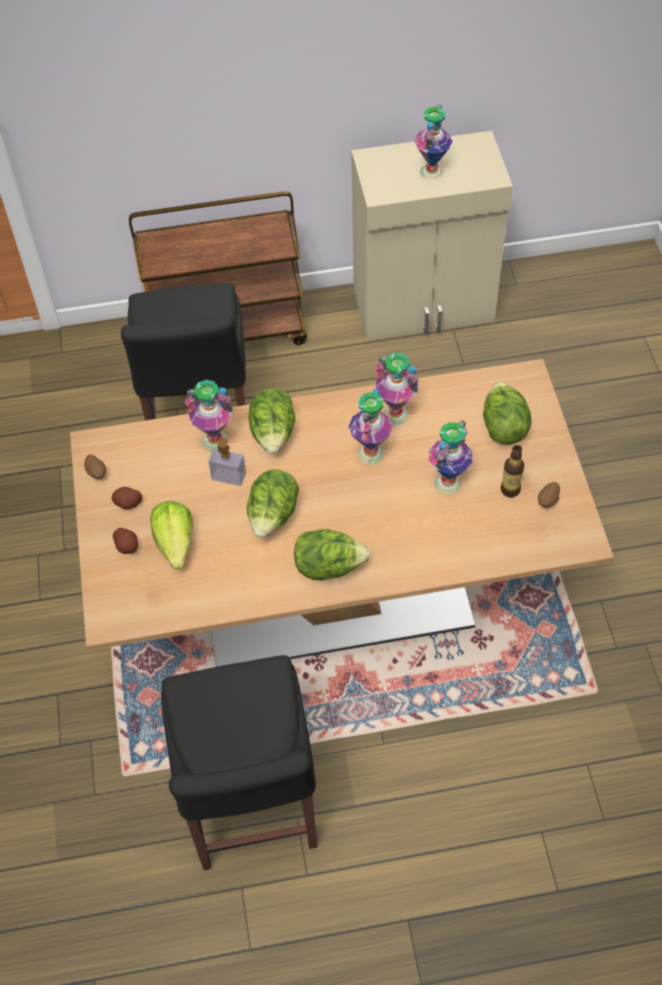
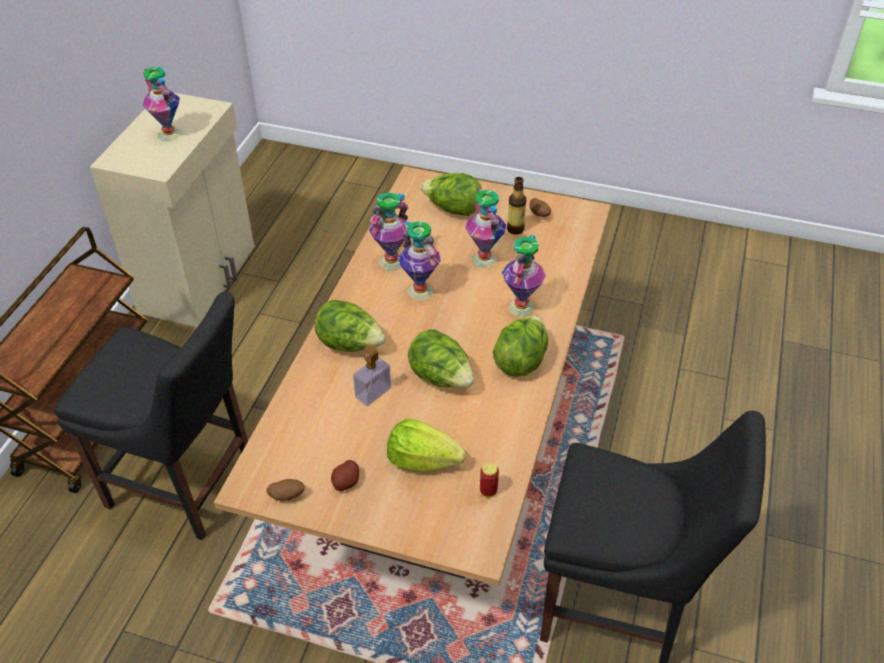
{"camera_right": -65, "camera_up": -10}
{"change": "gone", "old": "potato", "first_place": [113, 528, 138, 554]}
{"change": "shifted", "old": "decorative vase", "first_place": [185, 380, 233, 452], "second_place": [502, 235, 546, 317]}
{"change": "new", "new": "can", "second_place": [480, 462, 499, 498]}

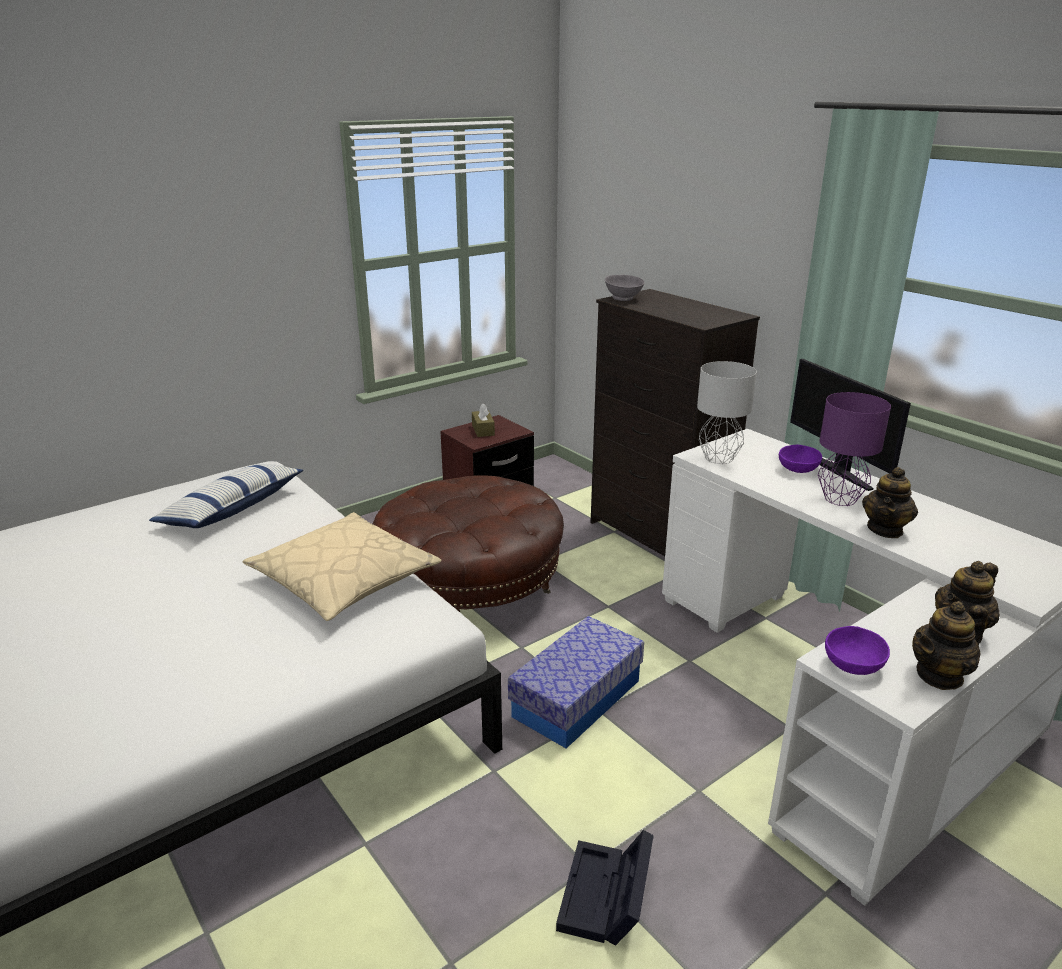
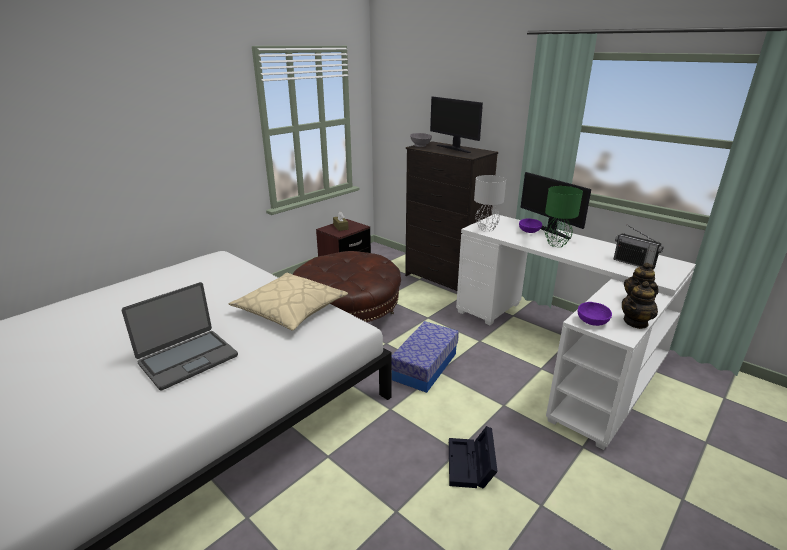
{"camera_right": -10, "camera_up": 0}
{"change": "gone", "old": "pillow", "first_place": [149, 464, 303, 528]}
{"change": "repainted", "old": "tabletop lamp/purple", "new": "tabletop lamp/greenish", "first_place": [818, 392, 891, 506], "second_place": [544, 186, 583, 247]}
{"change": "gone", "old": "pot for tea", "first_place": [862, 467, 918, 538]}
{"change": "new", "new": "portable computer", "second_place": [122, 282, 238, 390]}
{"change": "new", "new": "monitor", "second_place": [430, 97, 483, 153]}
{"change": "new", "new": "radio", "second_place": [613, 224, 664, 268]}

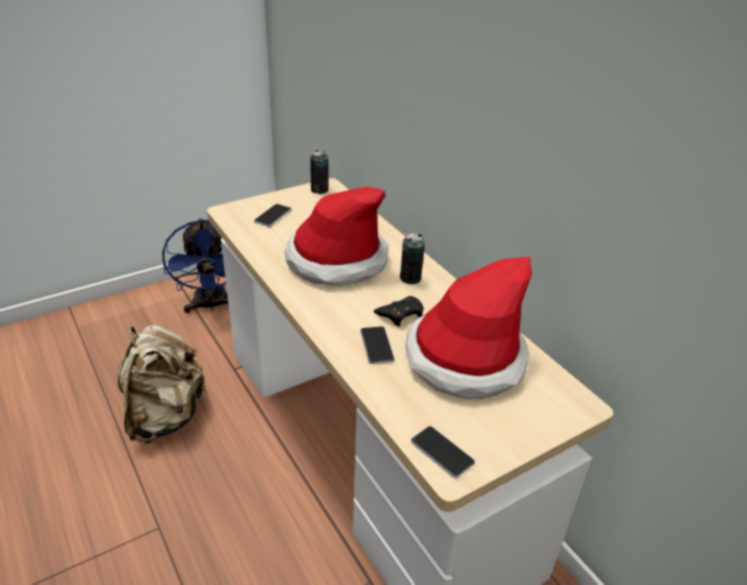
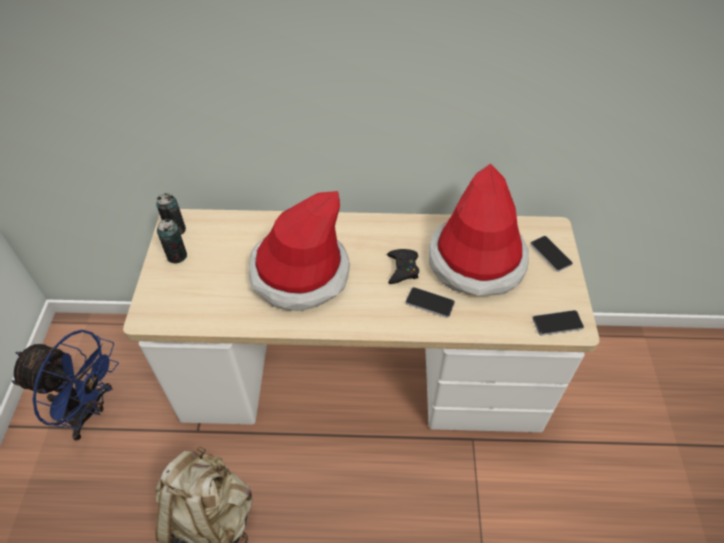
{"camera_right": -55, "camera_up": 15}
{"change": "shifted", "old": "telephone", "first_place": [254, 204, 292, 227], "second_place": [530, 236, 573, 272]}
{"change": "shifted", "old": "can", "first_place": [400, 233, 425, 284], "second_place": [157, 219, 187, 263]}

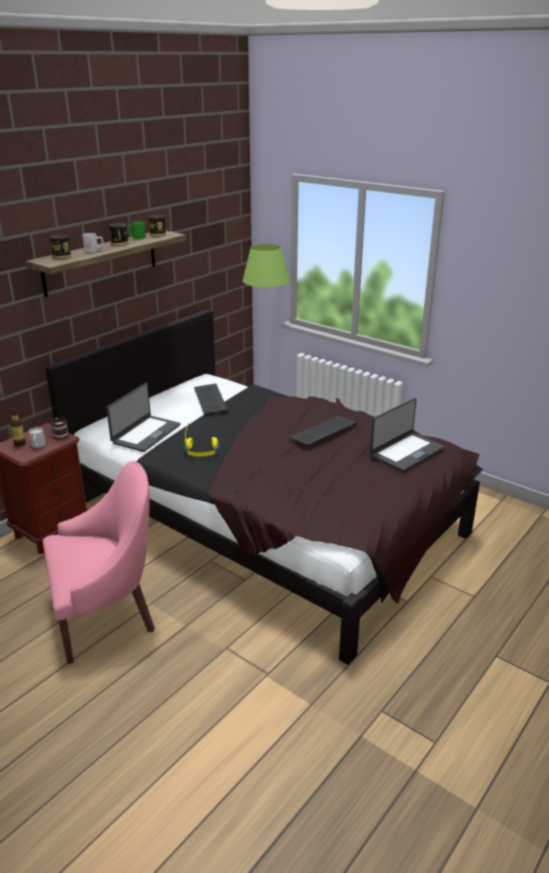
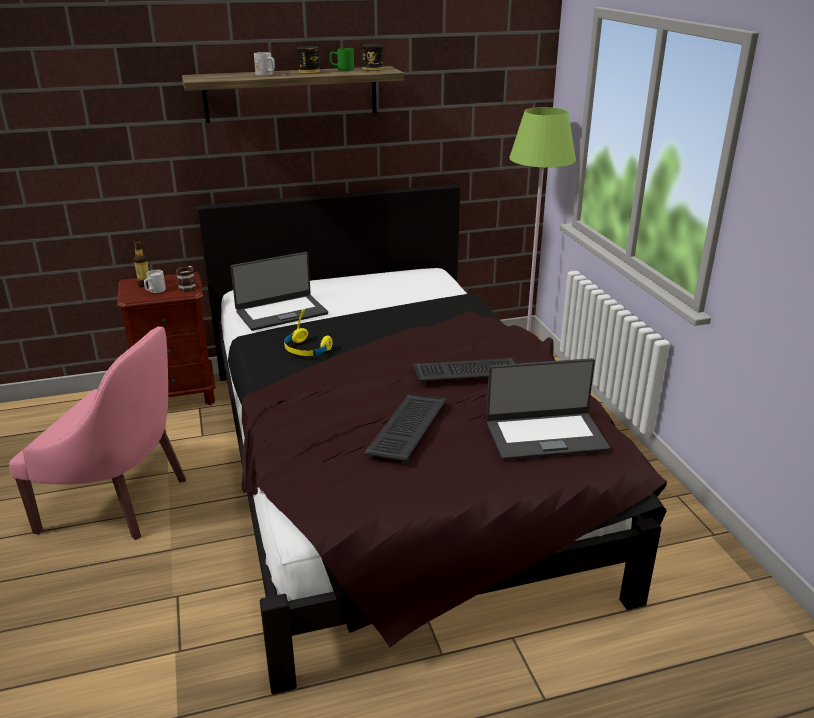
{"camera_right": 35, "camera_up": 0}
{"change": "gone", "old": "can", "first_place": [50, 234, 71, 259]}
{"change": "shifted", "old": "computer keyboard", "first_place": [194, 384, 228, 414], "second_place": [364, 394, 447, 464]}

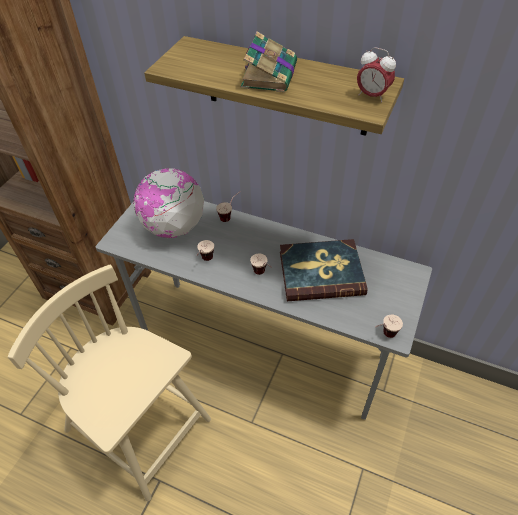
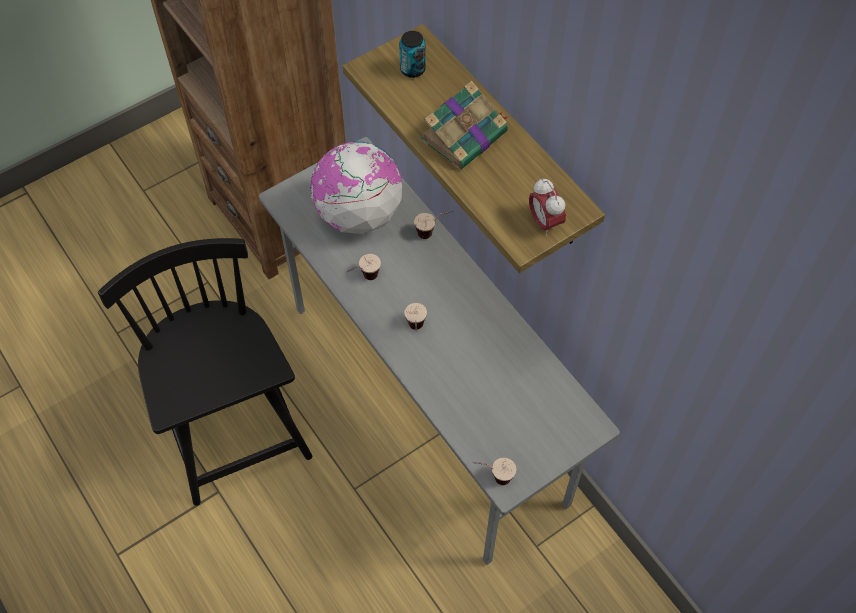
{"camera_right": 30, "camera_up": 10}
{"change": "repainted", "old": "plain chair/beige", "new": "plain chair/blackish", "first_place": [8, 264, 211, 501], "second_place": [98, 238, 312, 506]}
{"change": "gone", "old": "bound book", "first_place": [280, 239, 368, 301]}
{"change": "new", "new": "can", "second_place": [399, 31, 426, 78]}

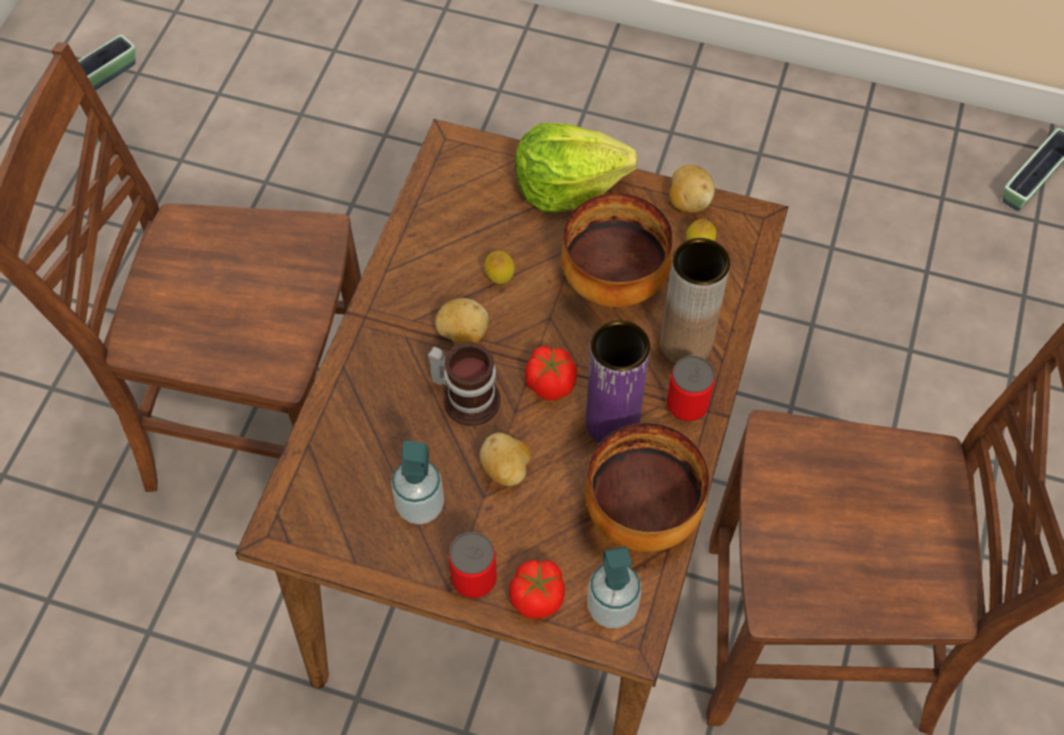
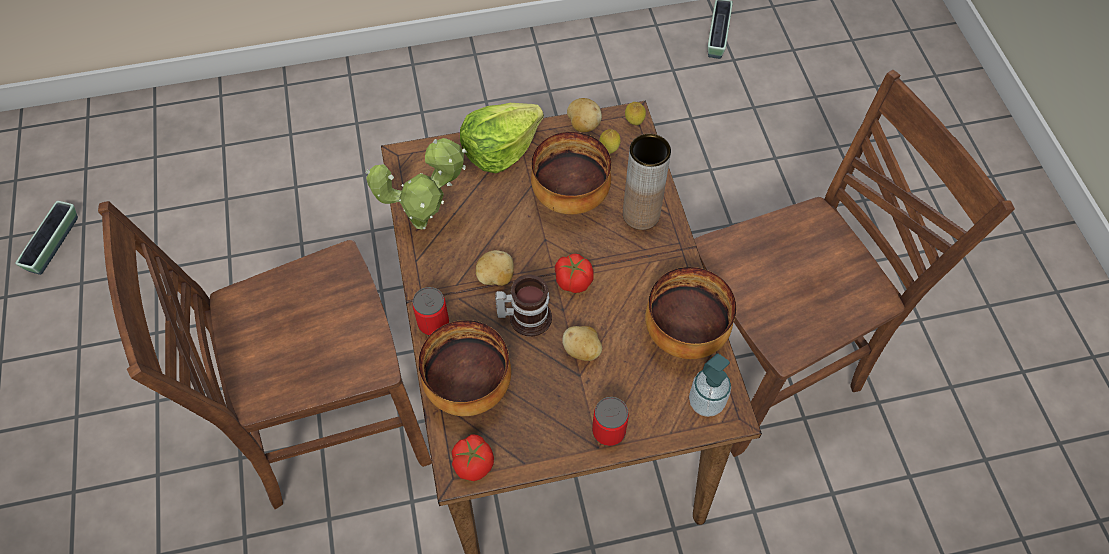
{"camera_right": -30, "camera_up": 0}
{"change": "gone", "old": "liquid soap bottle", "first_place": [391, 440, 444, 525]}
{"change": "shifted", "old": "citrus fruit", "first_place": [484, 251, 515, 285], "second_place": [625, 102, 646, 125]}
{"change": "shifted", "old": "tomato", "first_place": [509, 560, 565, 619], "second_place": [452, 434, 494, 481]}
{"change": "gone", "old": "decorative vase/purple", "first_place": [585, 320, 650, 443]}
{"change": "shifted", "old": "can", "first_place": [667, 356, 715, 421], "second_place": [412, 287, 449, 335]}
{"change": "new", "new": "plant in a pot", "second_place": [366, 138, 467, 229]}
{"change": "new", "new": "bowl", "second_place": [418, 320, 511, 416]}

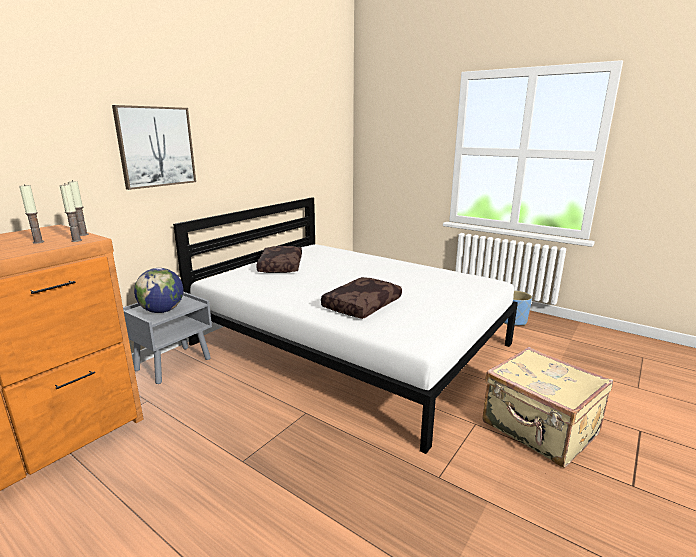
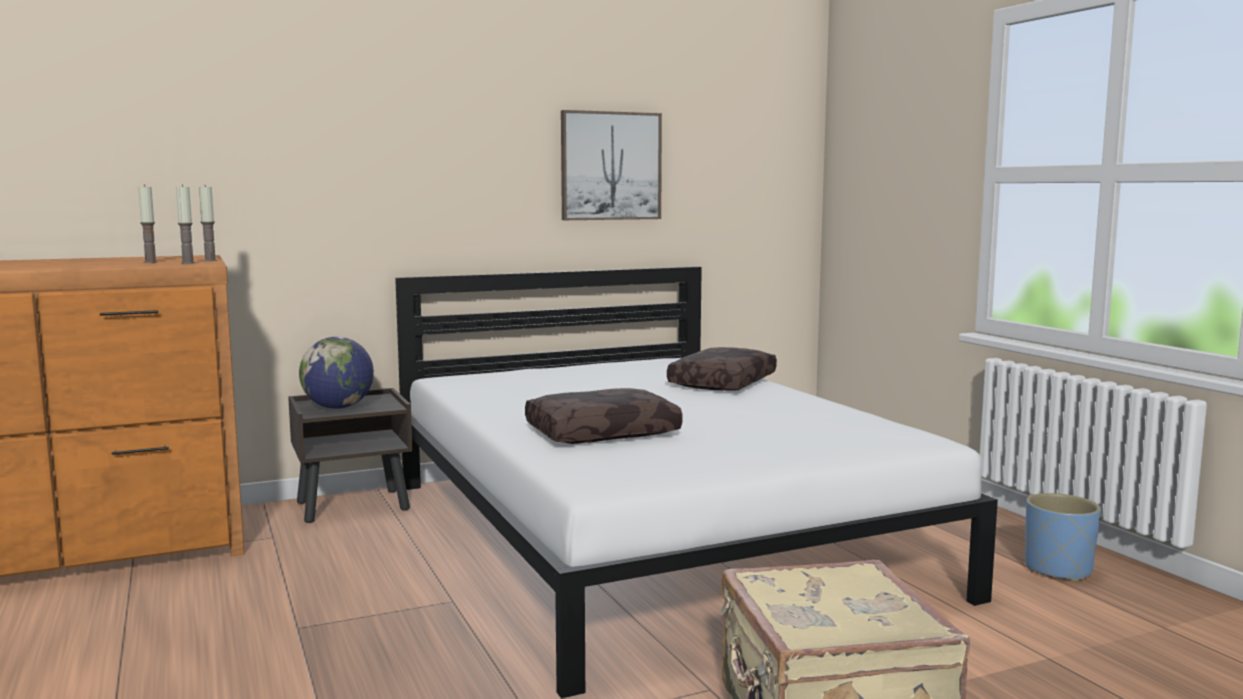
{"camera_right": 30, "camera_up": -10}
{"change": "shifted", "old": "picture", "first_place": [112, 105, 196, 190], "second_place": [561, 110, 662, 220]}
{"change": "repainted", "old": "nightstand/gray", "new": "nightstand/brownish", "first_place": [123, 292, 212, 384], "second_place": [288, 388, 413, 523]}
{"change": "shifted", "old": "pillow/brownish", "first_place": [257, 246, 302, 273], "second_place": [667, 347, 777, 391]}

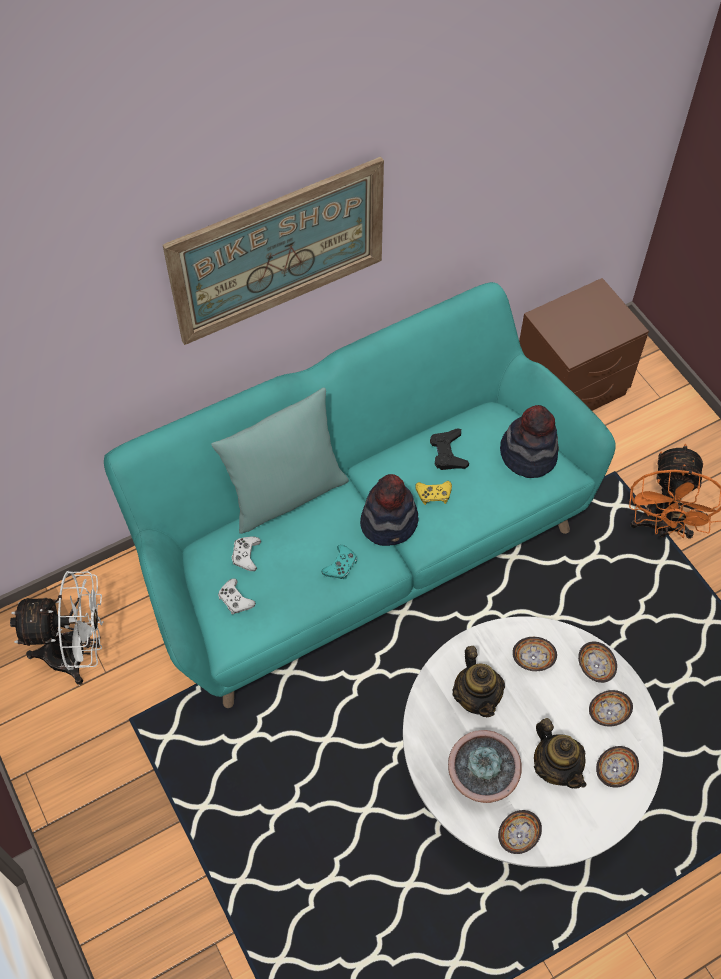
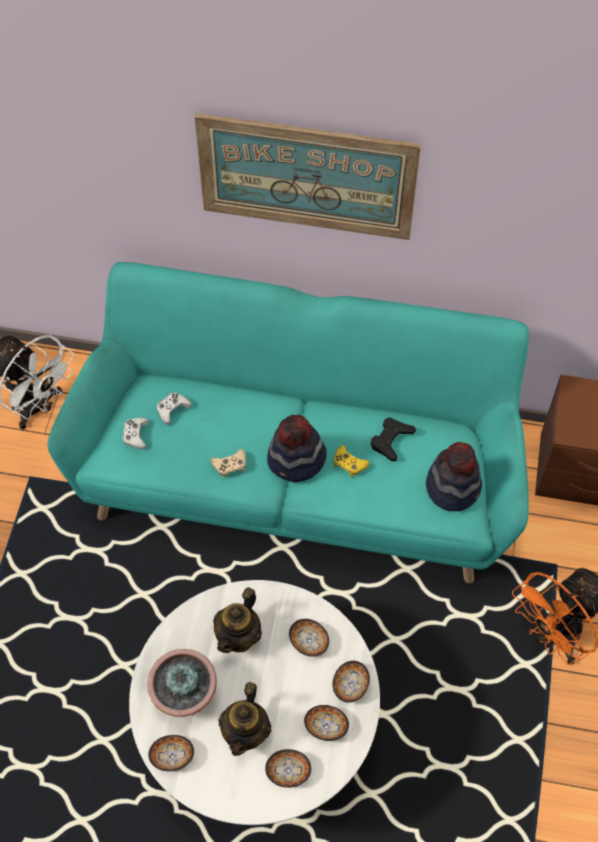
{"camera_right": 40, "camera_up": 0}
{"change": "gone", "old": "pillow/turquoise", "first_place": [211, 388, 349, 534]}
{"change": "repainted", "old": "gamepad/turquoise", "new": "gamepad/beige", "first_place": [322, 545, 357, 579], "second_place": [211, 449, 246, 478]}

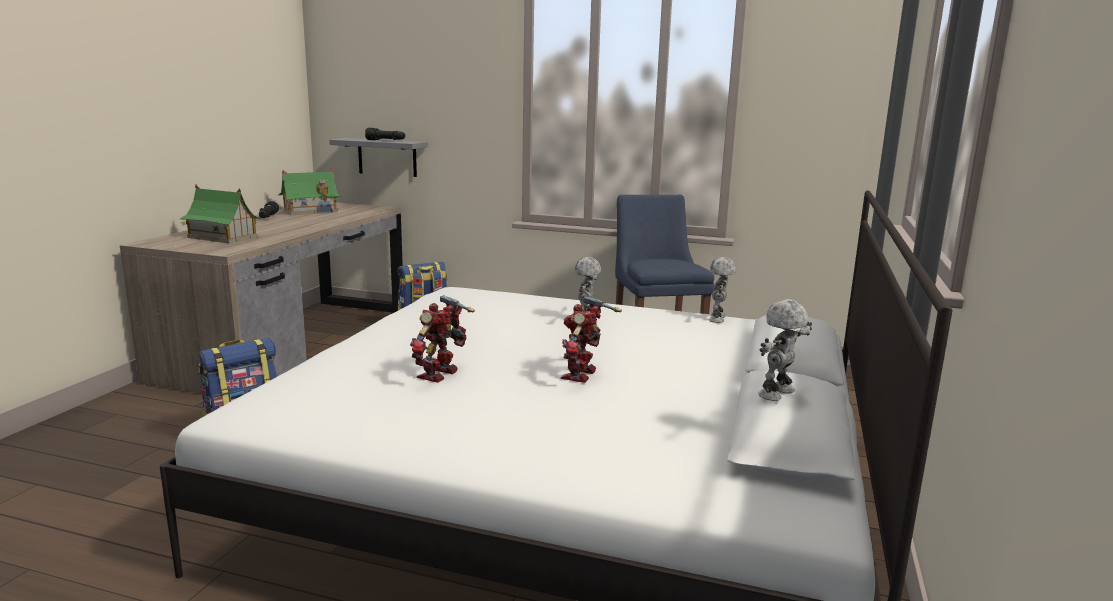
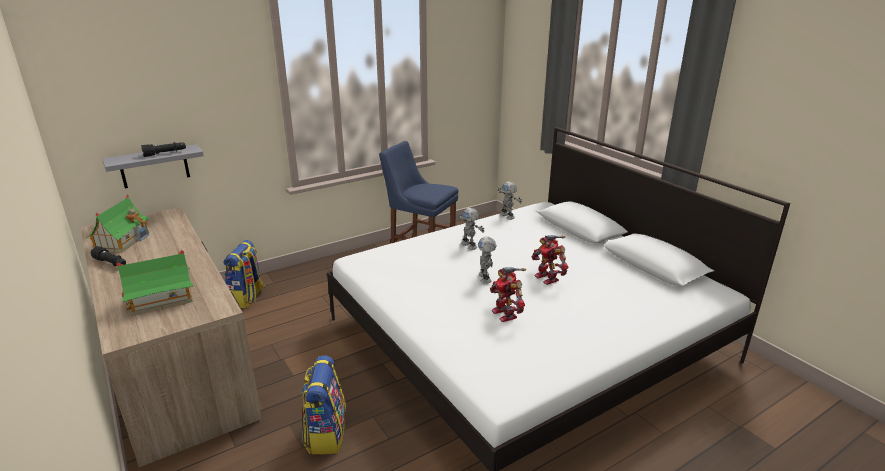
{"camera_right": -50, "camera_up": 10}
{"change": "shifted", "old": "robot figure", "first_place": [758, 299, 812, 401], "second_place": [478, 237, 496, 284]}

